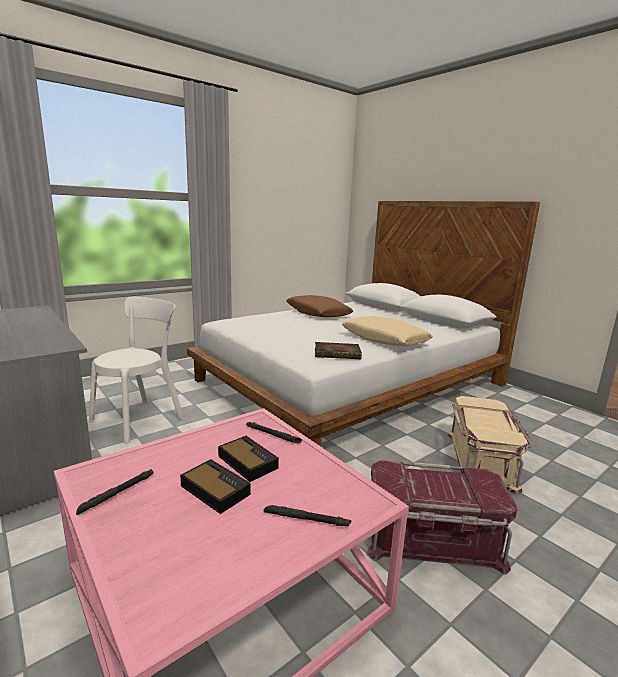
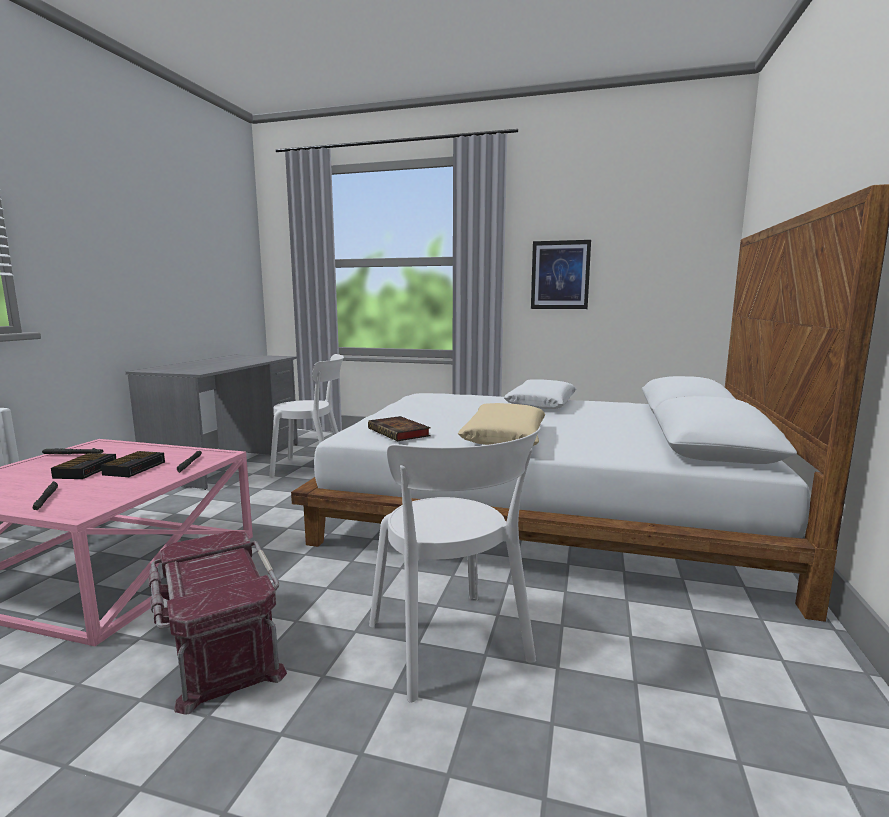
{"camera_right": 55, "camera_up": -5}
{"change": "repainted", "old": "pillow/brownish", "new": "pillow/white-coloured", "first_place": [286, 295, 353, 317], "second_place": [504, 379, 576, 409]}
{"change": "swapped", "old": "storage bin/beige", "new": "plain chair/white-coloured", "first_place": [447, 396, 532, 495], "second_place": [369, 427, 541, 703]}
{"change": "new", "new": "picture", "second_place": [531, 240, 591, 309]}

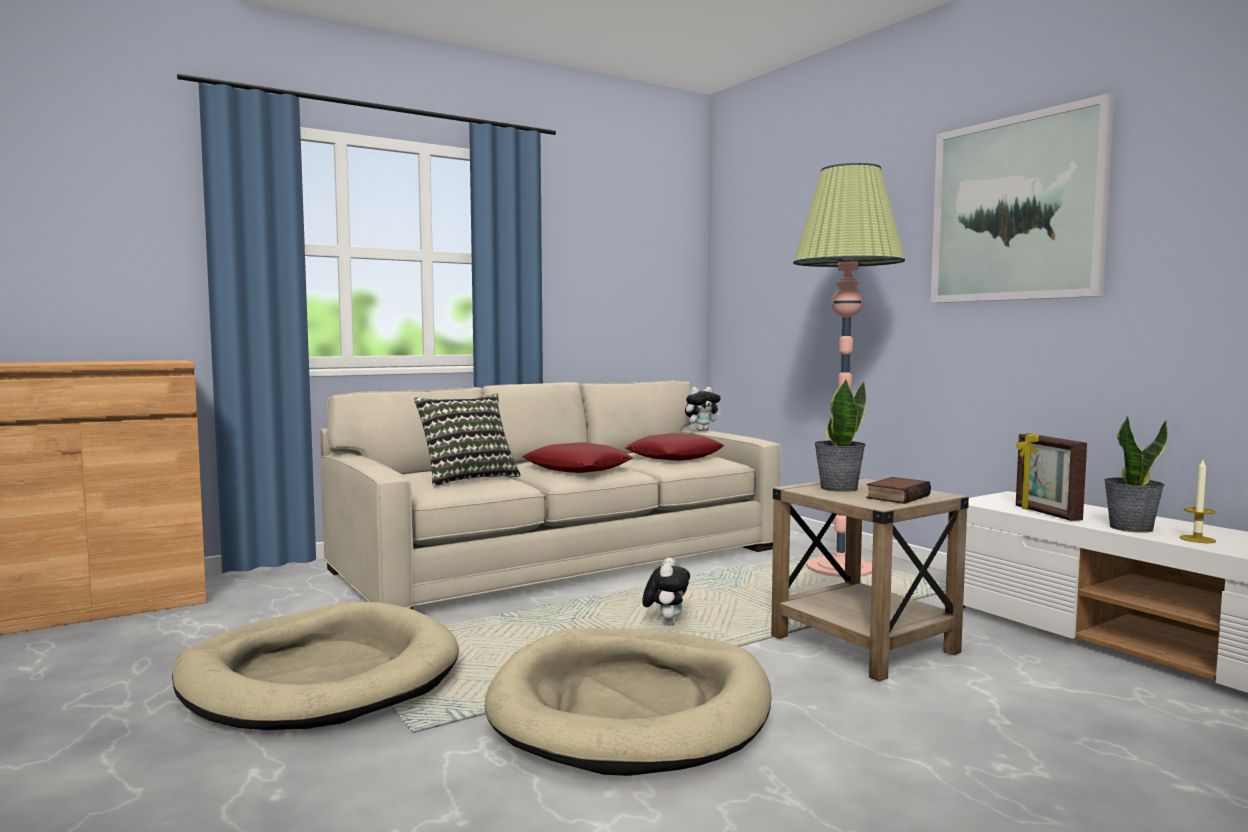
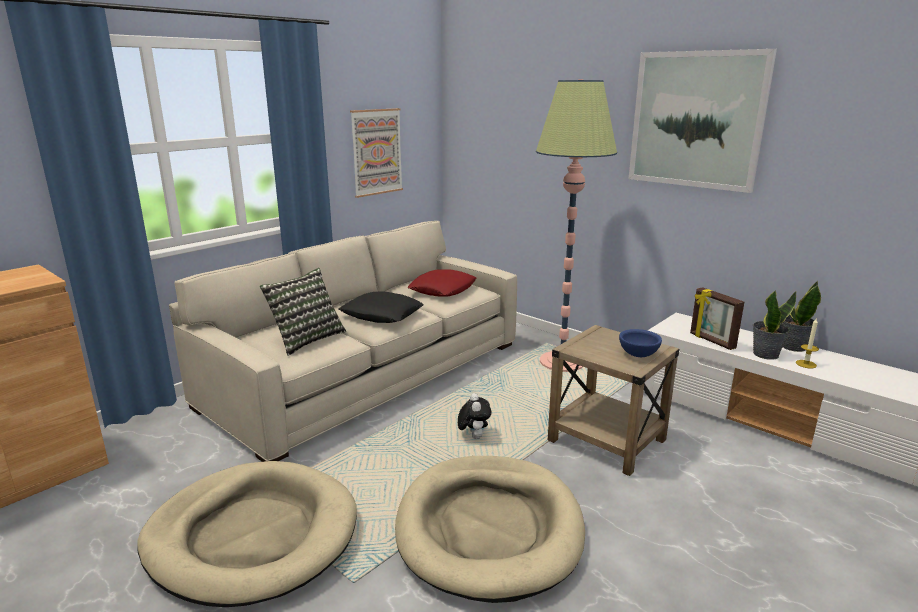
{"camera_right": -15, "camera_up": 15}
{"change": "repainted", "old": "pillow/red-coloured", "new": "pillow/blackish", "first_place": [523, 442, 633, 473], "second_place": [339, 292, 424, 323]}
{"change": "gone", "old": "plush toy", "first_place": [685, 387, 721, 431]}
{"change": "shifted", "old": "plant in a pot", "first_place": [814, 379, 866, 492], "second_place": [781, 281, 821, 352]}
{"change": "swapped", "old": "bound book", "new": "bowl/bluish", "first_place": [866, 477, 931, 504], "second_place": [619, 329, 662, 357]}
{"change": "new", "new": "picture", "second_place": [350, 108, 403, 198]}

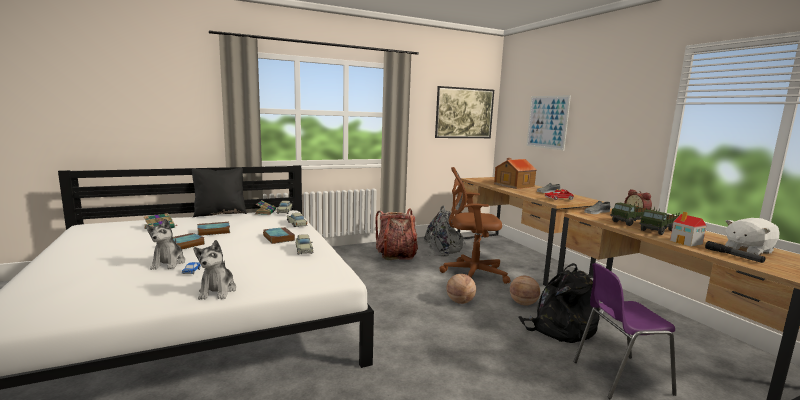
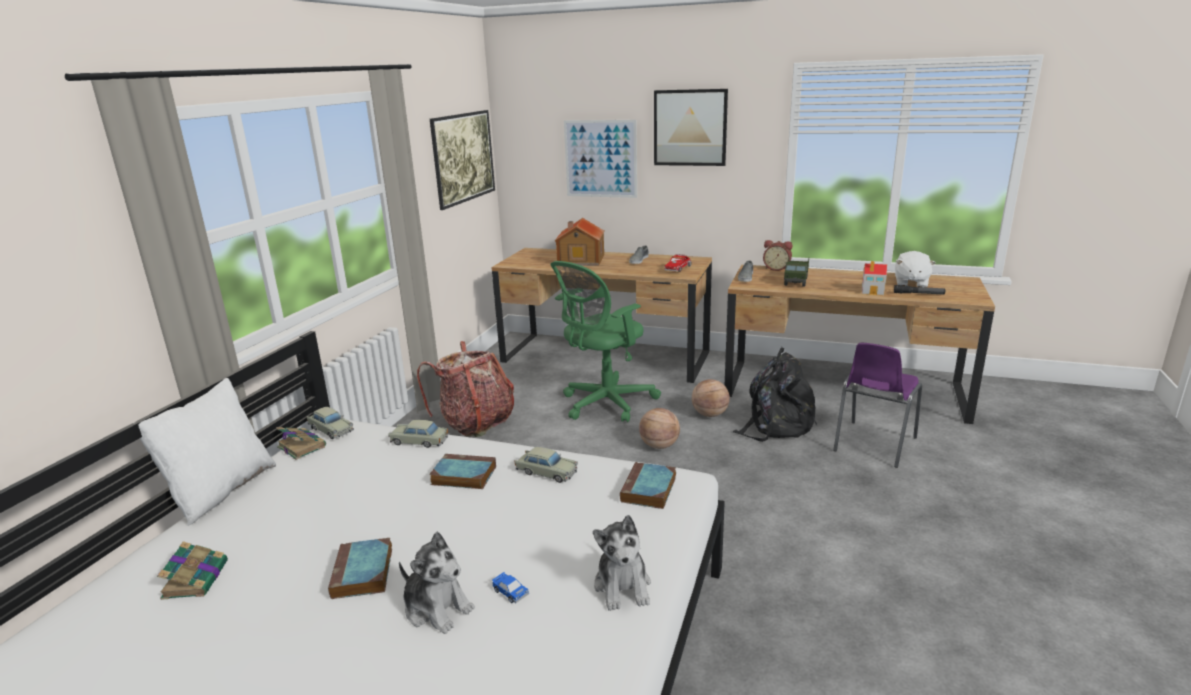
{"camera_right": -45, "camera_up": 10}
{"change": "repainted", "old": "pillow/blackish", "new": "pillow/white-coloured", "first_place": [192, 168, 247, 217], "second_place": [139, 378, 276, 526]}
{"change": "rotated", "old": "plush toy", "first_place": [193, 240, 236, 300], "second_place": [593, 515, 651, 611], "degrees": 45}
{"change": "shifted", "old": "bound book", "first_place": [197, 222, 230, 236], "second_place": [620, 462, 676, 509]}
{"change": "gone", "old": "knapsack/gray", "first_place": [424, 206, 466, 257]}
{"change": "repainted", "old": "office chair/brownish", "new": "office chair/greenish", "first_place": [439, 167, 511, 284], "second_place": [551, 261, 661, 422]}
{"change": "gone", "old": "model truck", "first_place": [640, 209, 680, 235]}
{"change": "new", "new": "picture", "second_place": [654, 89, 728, 166]}

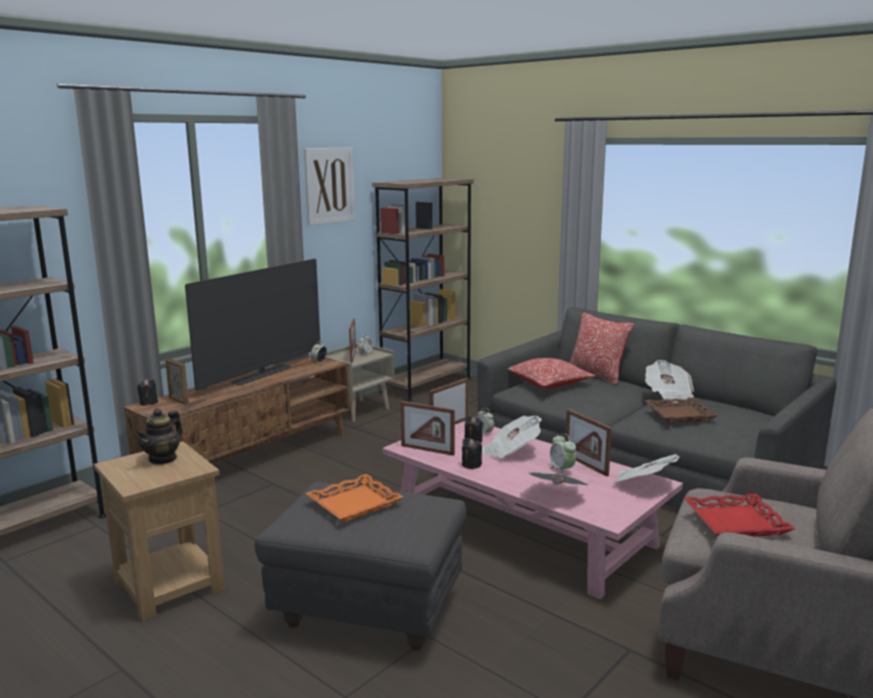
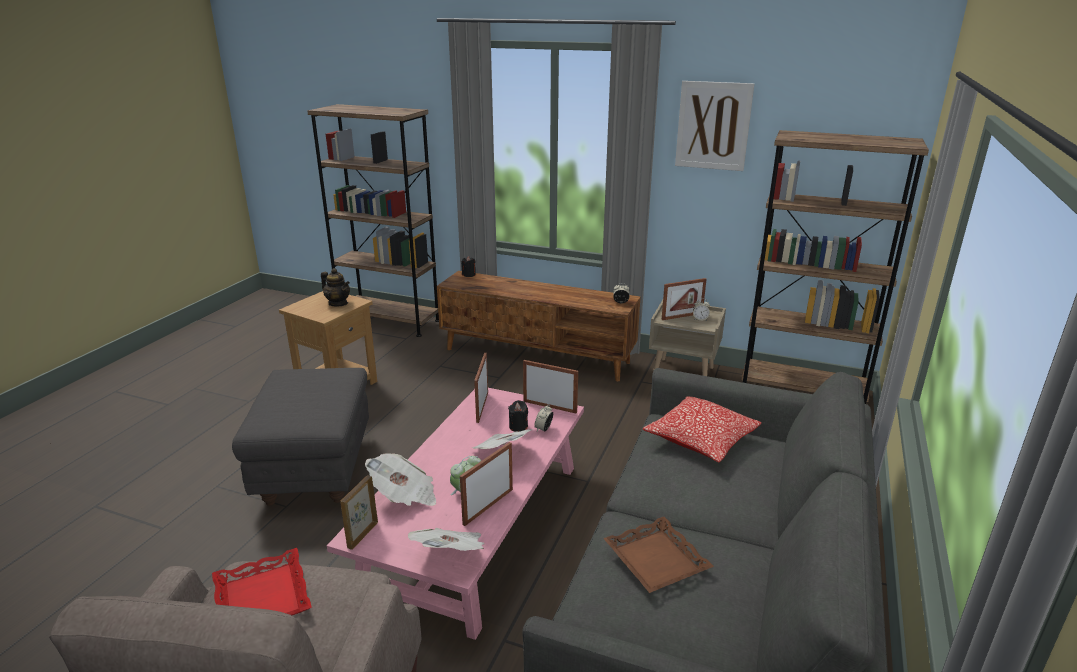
{"camera_right": 70, "camera_up": 10}
{"change": "rotated", "old": "pot for tea", "first_place": [135, 408, 183, 465], "second_place": [321, 268, 350, 306], "degrees": -150}
{"change": "shifted", "old": "photo frame", "first_place": [165, 358, 189, 405], "second_place": [340, 475, 378, 550]}
{"change": "gone", "old": "television", "first_place": [185, 259, 320, 390]}
{"change": "gone", "old": "tray/orange-coloured", "first_place": [305, 474, 404, 522]}
{"change": "gone", "old": "wax candle/blackish", "first_place": [462, 438, 482, 469]}
{"change": "gone", "old": "pillow", "first_place": [569, 312, 634, 385]}
{"change": "gone", "old": "daily paper", "first_place": [645, 360, 694, 403]}

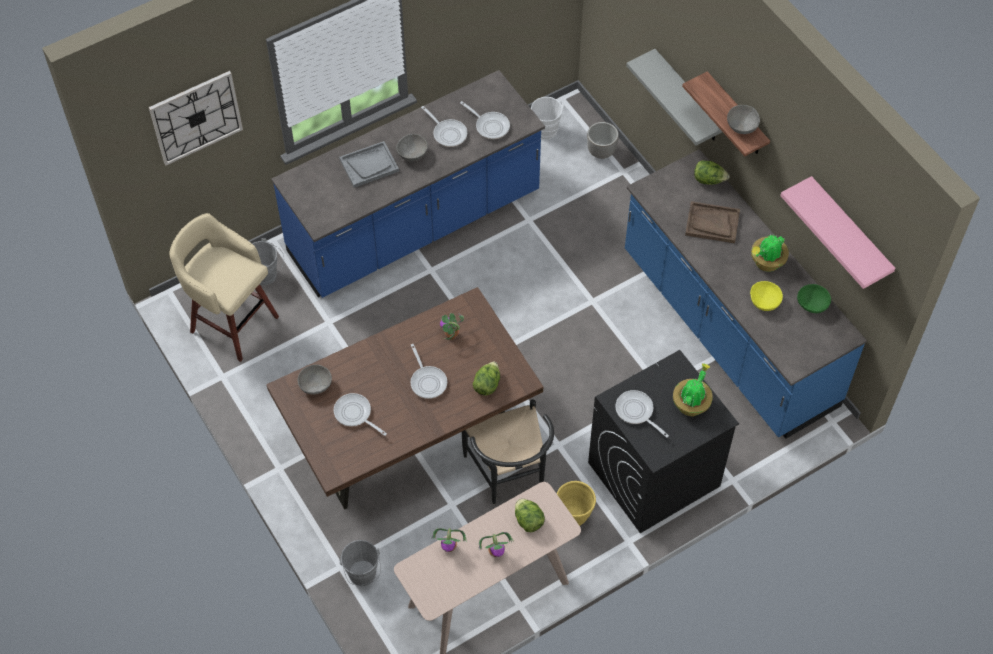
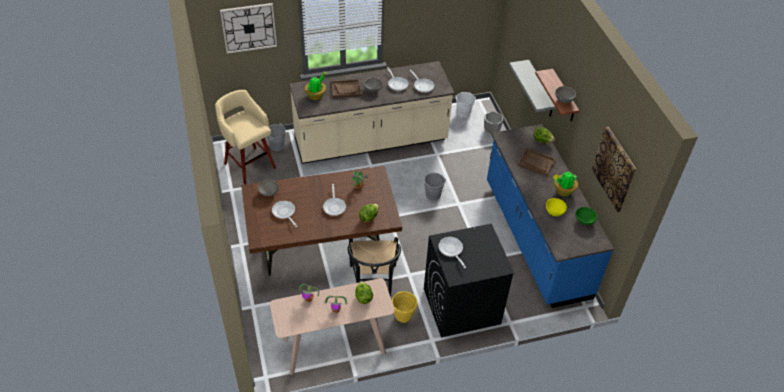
{"camera_right": 15, "camera_up": -10}
{"change": "repainted", "old": "kitchen counter/bluish", "new": "kitchen counter/beige", "first_place": [272, 70, 545, 298], "second_place": [289, 61, 455, 164]}
{"change": "repainted", "old": "tray/gray", "new": "tray/brownish", "first_place": [339, 141, 399, 188], "second_place": [331, 79, 362, 98]}
{"change": "shifted", "old": "water bucket/gray", "first_place": [339, 540, 381, 586], "second_place": [423, 173, 446, 201]}
{"change": "shifted", "old": "plant in a pot", "first_place": [673, 363, 713, 416], "second_place": [305, 71, 327, 100]}
{"change": "swapped", "old": "shelf/pink-coloured", "new": "picture", "first_place": [780, 176, 895, 289], "second_place": [592, 127, 636, 212]}

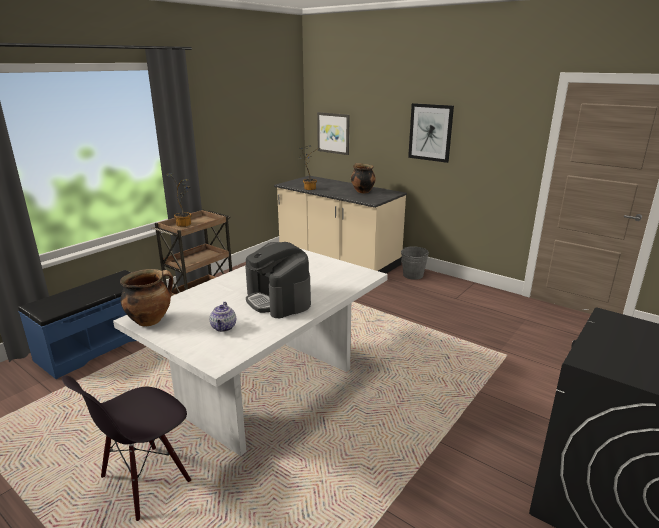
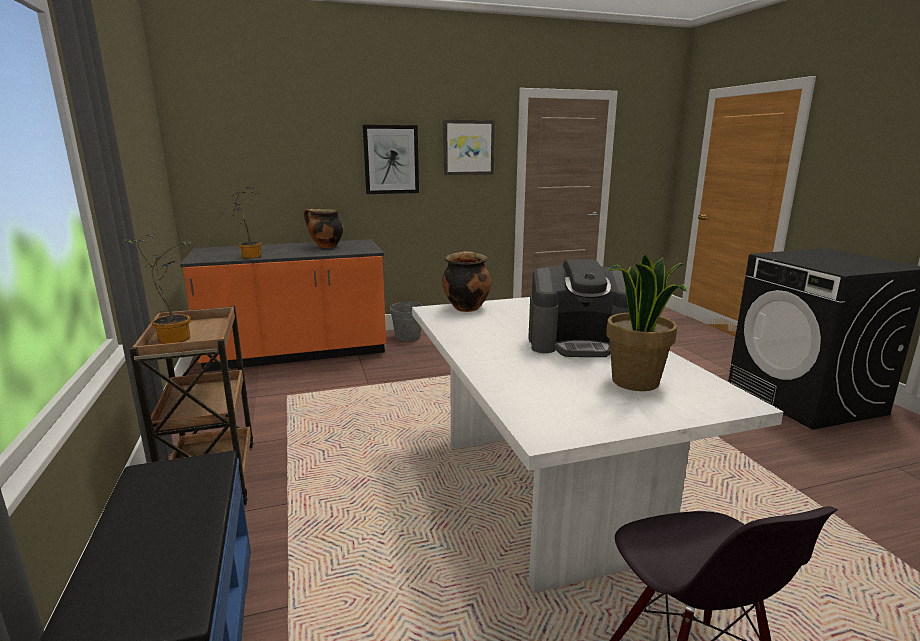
{"camera_right": -55, "camera_up": -5}
{"change": "shifted", "old": "saucepot", "first_place": [120, 269, 173, 326], "second_place": [442, 251, 491, 312]}
{"change": "swapped", "old": "pot for tea", "new": "plant in a pot", "first_place": [209, 302, 236, 332], "second_place": [606, 254, 686, 391]}
{"change": "repainted", "old": "kitchen counter/beige", "new": "kitchen counter/orange-coloured", "first_place": [274, 176, 407, 274], "second_place": [180, 239, 386, 372]}
{"change": "shifted", "old": "picture", "first_place": [317, 112, 350, 155], "second_place": [443, 120, 495, 175]}

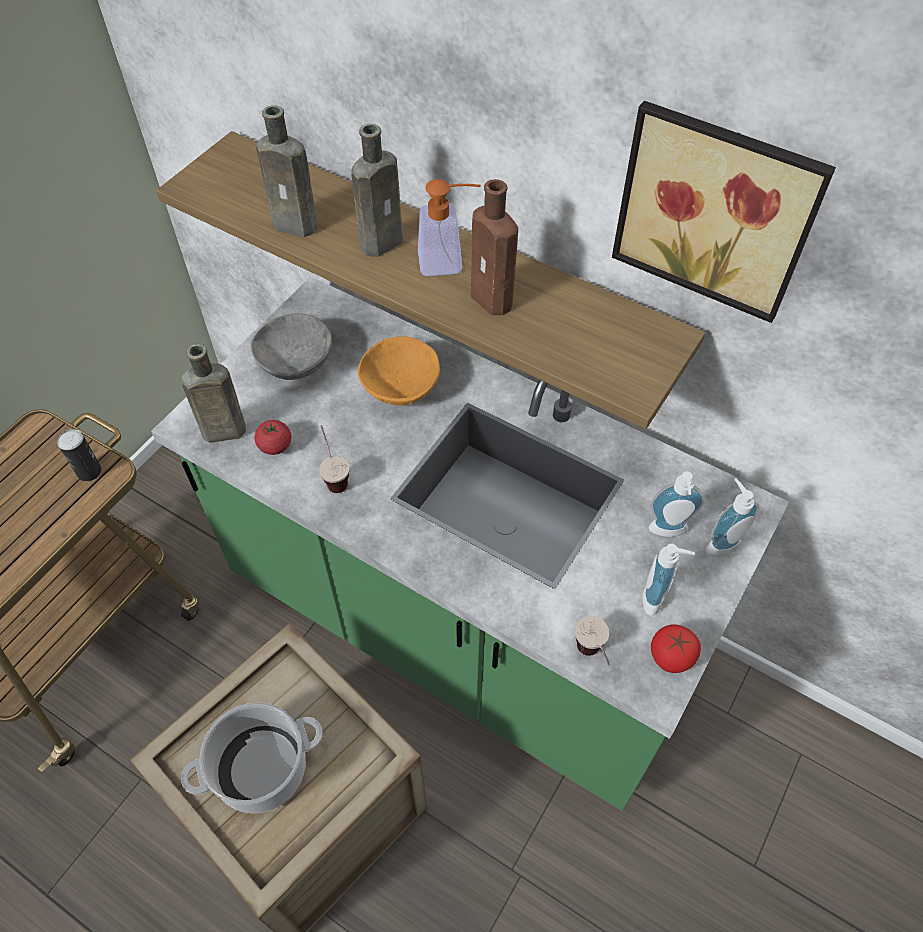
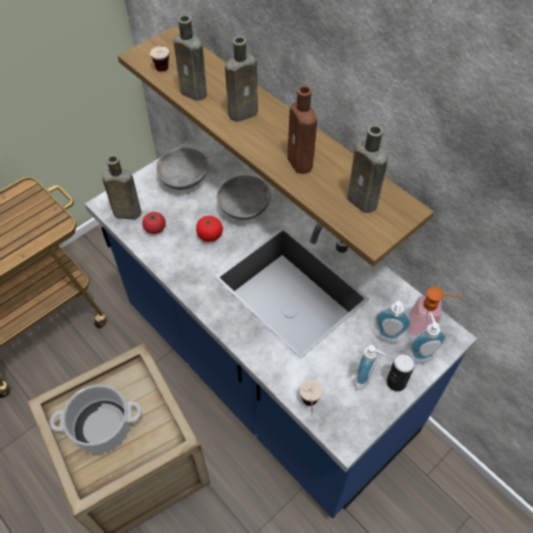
{"camera_right": 15, "camera_up": 0}
{"change": "shifted", "old": "can", "first_place": [57, 429, 102, 481], "second_place": [387, 353, 415, 391]}
{"change": "repainted", "old": "kitchen counter/greenish", "new": "kitchen counter/bluish", "first_place": [151, 277, 789, 811], "second_place": [85, 131, 477, 519]}
{"change": "shifted", "old": "cup", "first_place": [319, 425, 350, 493], "second_place": [150, 25, 169, 72]}
{"change": "repainted", "old": "bowl/orange-coloured", "new": "bowl/gray", "first_place": [357, 337, 440, 405], "second_place": [216, 175, 270, 220]}
{"change": "shifted", "old": "liquid soap bottle", "first_place": [418, 179, 481, 276], "second_place": [408, 287, 463, 336]}
{"change": "gone", "old": "picture", "first_place": [612, 101, 836, 323]}
{"change": "shifted", "old": "tomato", "first_place": [651, 625, 701, 673], "second_place": [196, 216, 223, 242]}
{"change": "new", "new": "bottle/brownish", "second_place": [348, 125, 388, 213]}

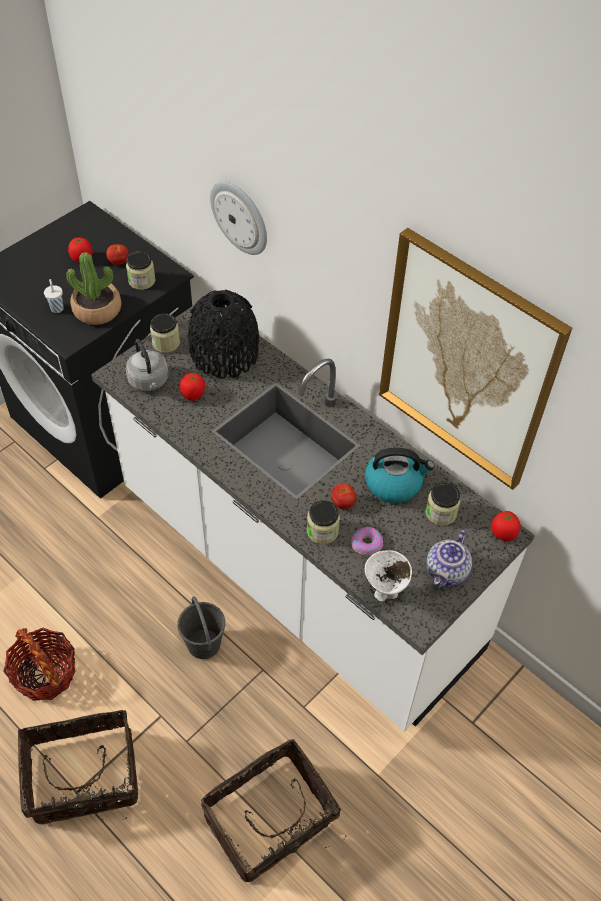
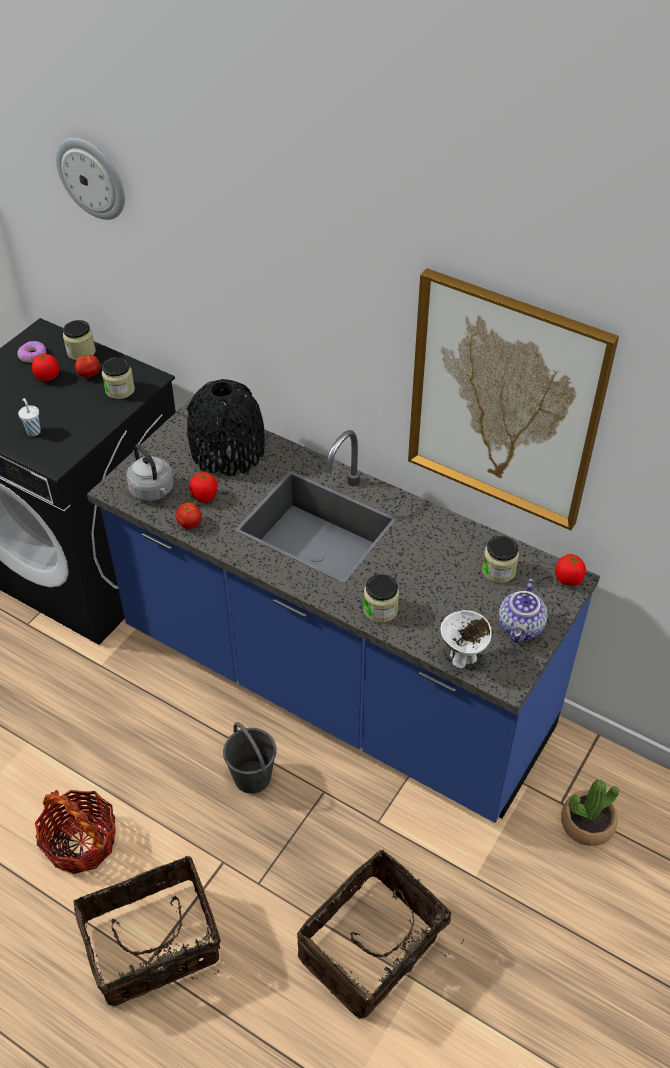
{"camera_right": -10, "camera_up": -5}
{"change": "shifted", "old": "plant in a pot", "first_place": [66, 252, 121, 325], "second_place": [561, 779, 620, 846]}
{"change": "repainted", "old": "kitchen counter/white-coloured", "new": "kitchen counter/bluish", "first_place": [91, 305, 535, 732], "second_place": [87, 398, 600, 823]}
{"change": "shifted", "old": "storage jar", "first_place": [150, 314, 180, 353], "second_place": [63, 320, 95, 360]}
{"change": "shifted", "old": "wall clock", "first_place": [210, 181, 267, 255], "second_place": [56, 138, 125, 220]}
{"change": "shifted", "old": "tomato", "first_place": [331, 483, 356, 509], "second_place": [176, 503, 202, 529]}
{"change": "shifted", "old": "ring doughnut", "first_place": [351, 527, 383, 556], "second_place": [17, 341, 46, 363]}
{"change": "gone", "old": "kettle", "first_place": [365, 448, 435, 503]}

